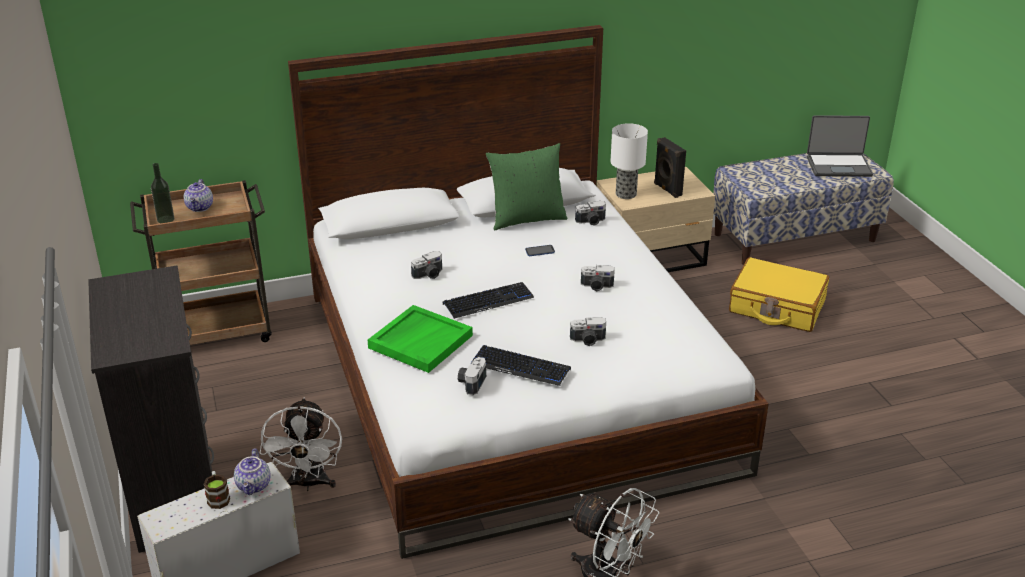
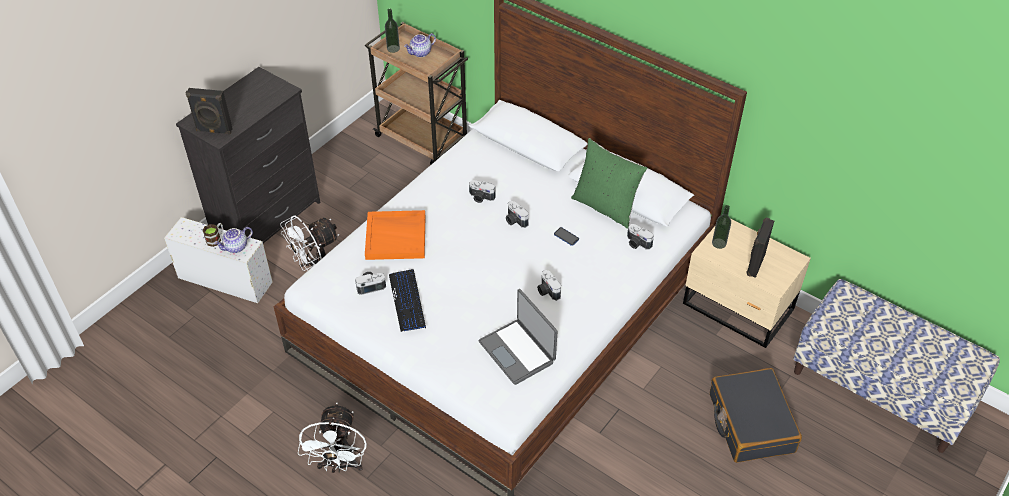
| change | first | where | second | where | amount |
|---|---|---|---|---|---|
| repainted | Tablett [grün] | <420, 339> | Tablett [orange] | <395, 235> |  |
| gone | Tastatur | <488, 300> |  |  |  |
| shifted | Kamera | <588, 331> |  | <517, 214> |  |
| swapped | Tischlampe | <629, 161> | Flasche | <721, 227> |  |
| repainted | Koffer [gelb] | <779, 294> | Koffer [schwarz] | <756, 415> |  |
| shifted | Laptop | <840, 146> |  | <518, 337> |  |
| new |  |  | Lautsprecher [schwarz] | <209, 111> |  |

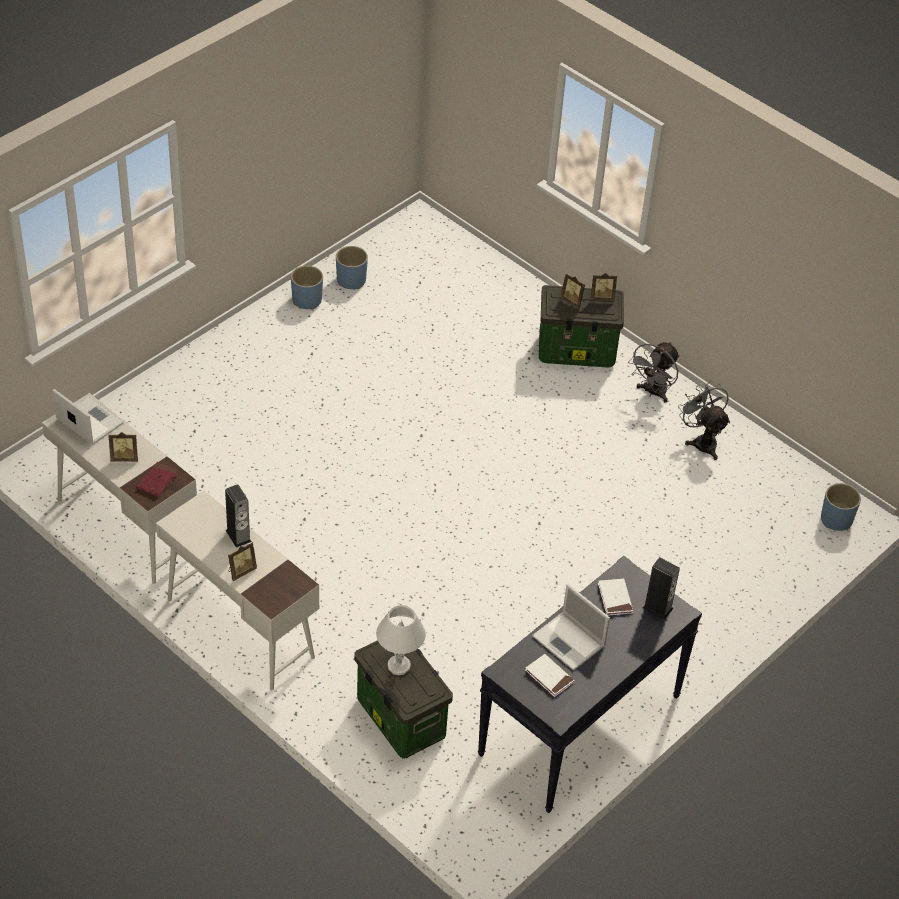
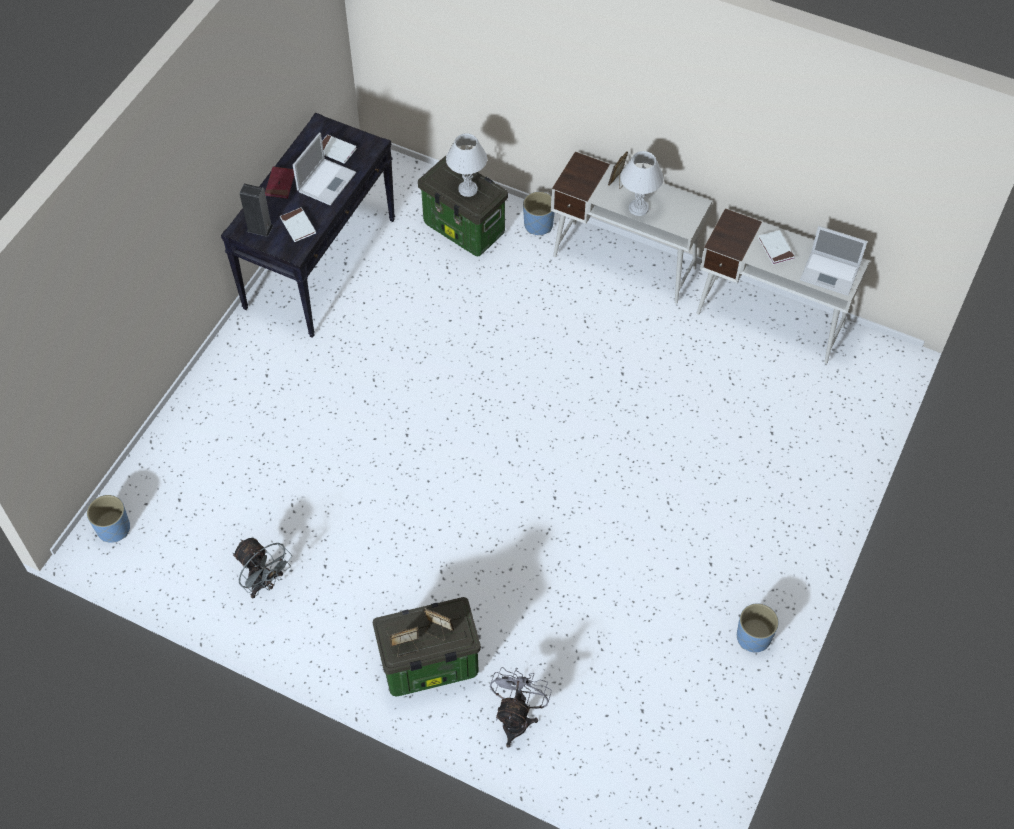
| change | first | where | second | where | amount |
|---|---|---|---|---|---|
| swapped | Bilderrahmen | <123, 447> | Buch [weiß] | <776, 247> |  |
| shifted | Buch [rot] | <157, 479> |  | <279, 182> |  |
| swapped | Lautsprecher | <238, 516> | Tischlampe [weiß] | <642, 183> |  |
| shifted | Pflanzkübel [blau] | <352, 267> |  | <539, 213> |  |
| rotated | Laptop | <571, 627> |  | <324, 169> | 90 degrees clockwise |
| shifted | Ventilator [grau] | <653, 372> |  | <521, 707> |  |

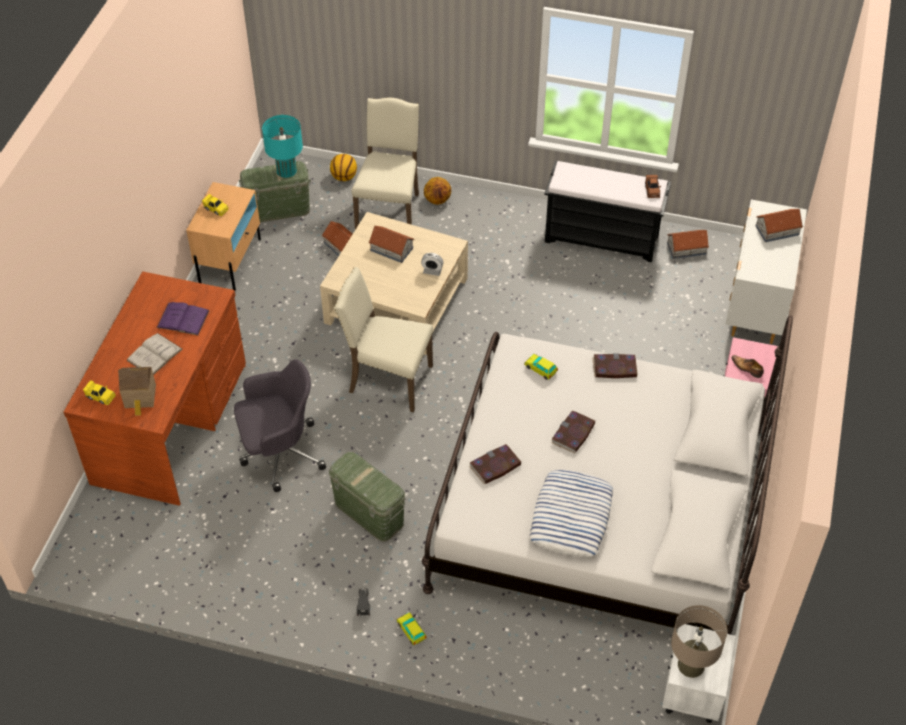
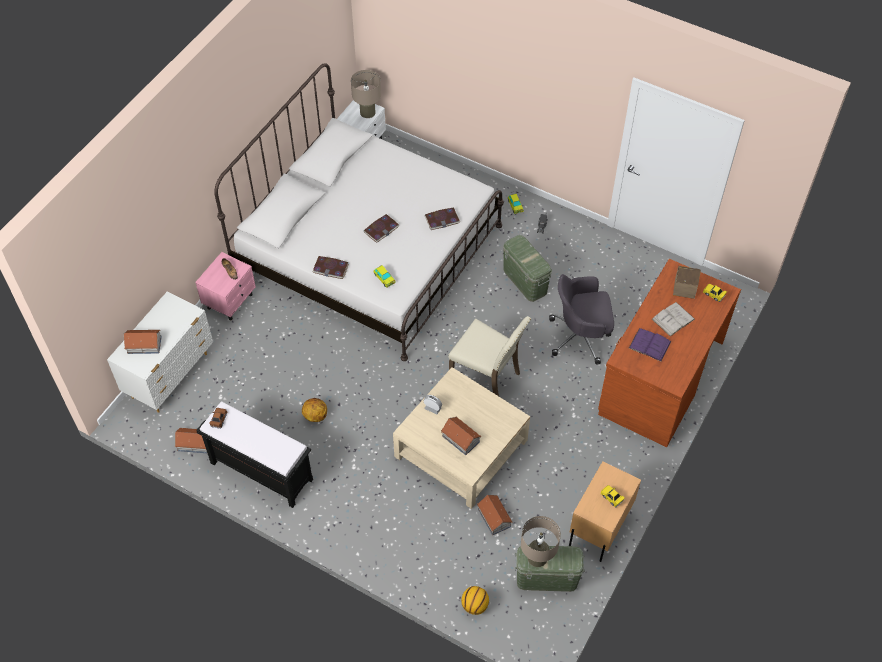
| change | first | where | second | where | amount |
|---|---|---|---|---|---|
| repainted | Tischlampe [türkis] | <282, 146> | Tischlampe [beige] | <541, 541> |  |
| gone | Stuhl [beige] | <385, 163> |  |  |  |
| shifted | Basketball | <437, 191> |  | <314, 410> |  |
| gone | Kissen | <571, 513> |  |  |  |

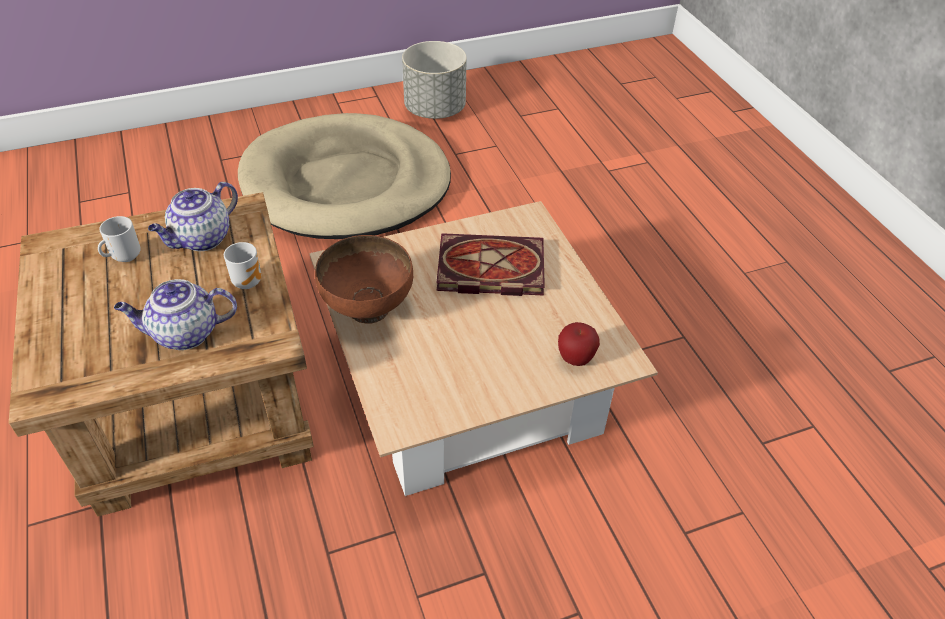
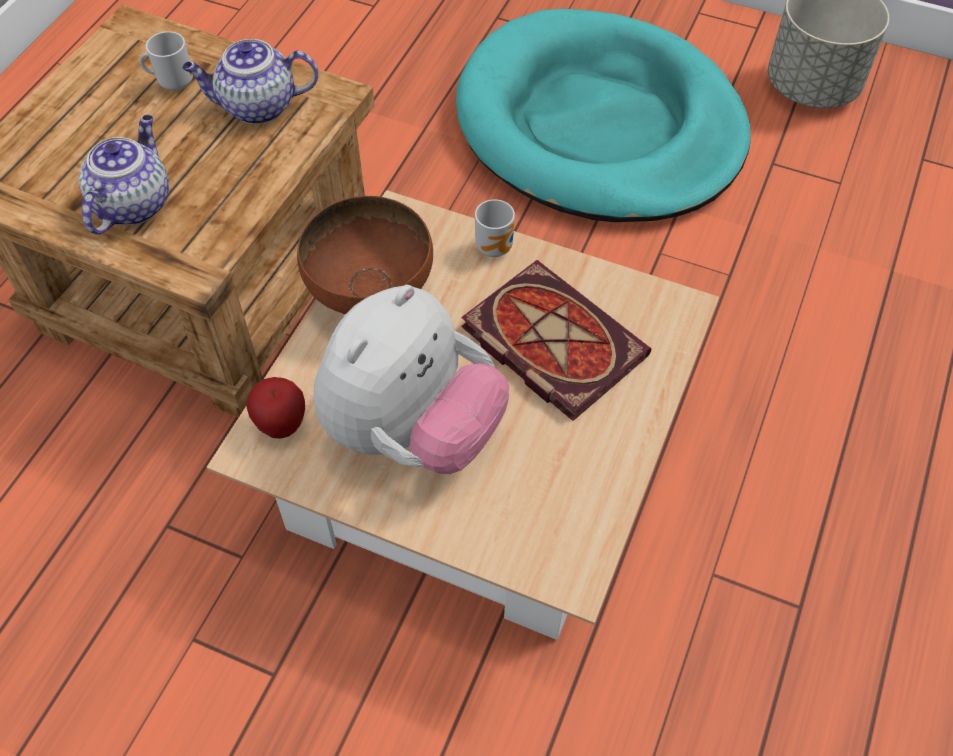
| change | first | where | second | where | amount |
|---|---|---|---|---|---|
| rotated | Teekanne | <175, 314> |  | <124, 174> | 75 degrees clockwise |
| shifted | Henkelbecher | <242, 265> |  | <495, 228> |  |
| repainted | Hundebett [beige] | <344, 176> | Hundebett [türkis] | <603, 115> |  |
| shifted | Apfel | <579, 344> |  | <275, 408> |  |
| new |  |  | Plüschtier | <411, 379> |  |

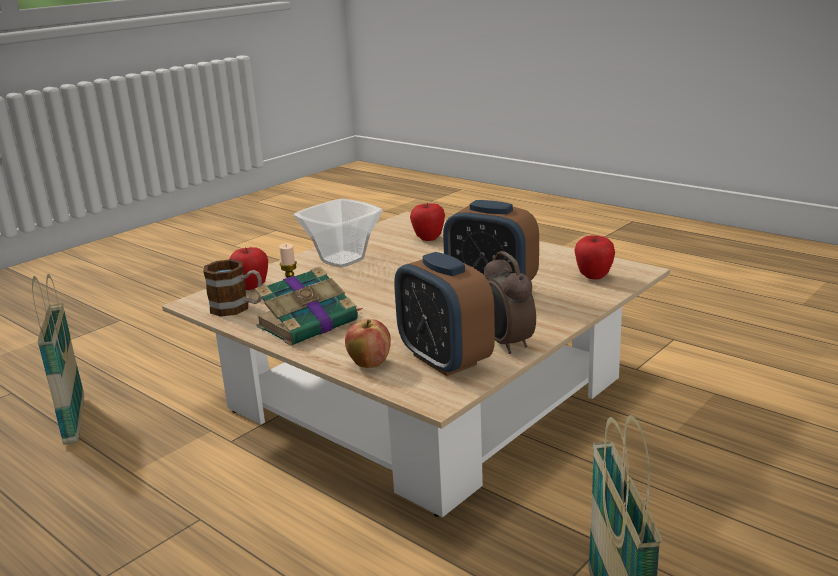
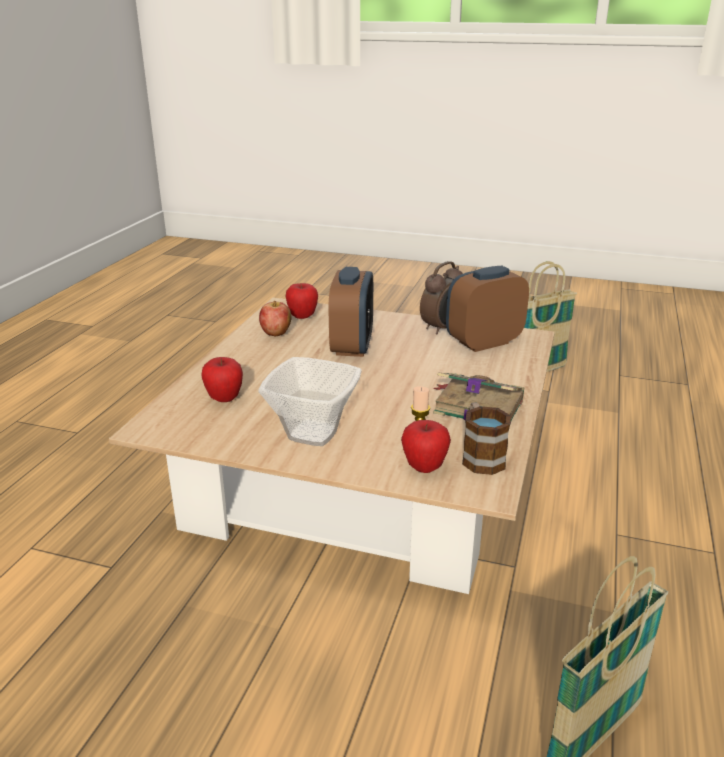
| change | first | where | second | where | amount |
|---|---|---|---|---|---|
| shifted | Apfel | <368, 343> |  | <275, 318> |  |
| rotated | Wecker | <444, 314> |  | <487, 309> | 150 degrees counterclockwise |

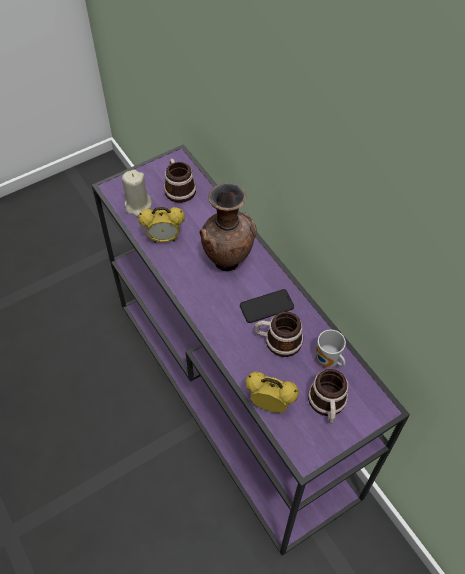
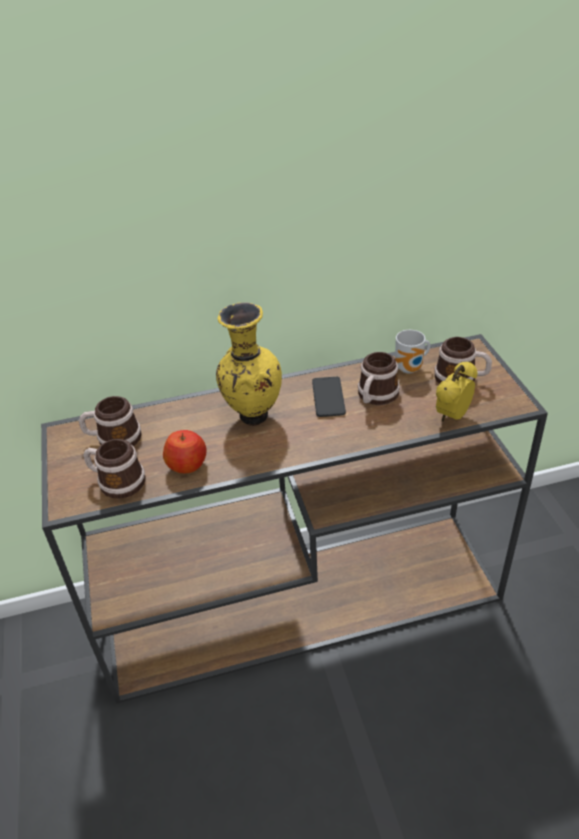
| change | first | where | second | where | amount |
|---|---|---|---|---|---|
| repainted | Konsolentisch [lila] | <251, 350> | Konsolentisch [braun] | <294, 519> |  |
| swapped | Kerze [beige] | <137, 193> | Henkelbecher | <114, 469> |  |
| swapped | Wecker | <161, 225> | Apfel | <184, 451> |  |
| repainted | Vase [braun] | <228, 227> | Vase [gelb] | <249, 364> |  |

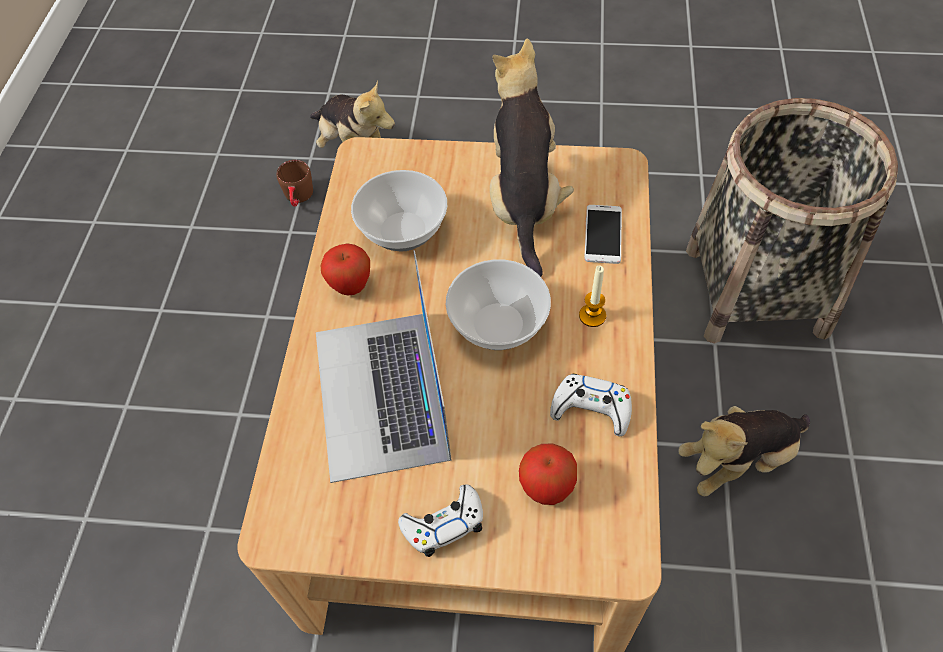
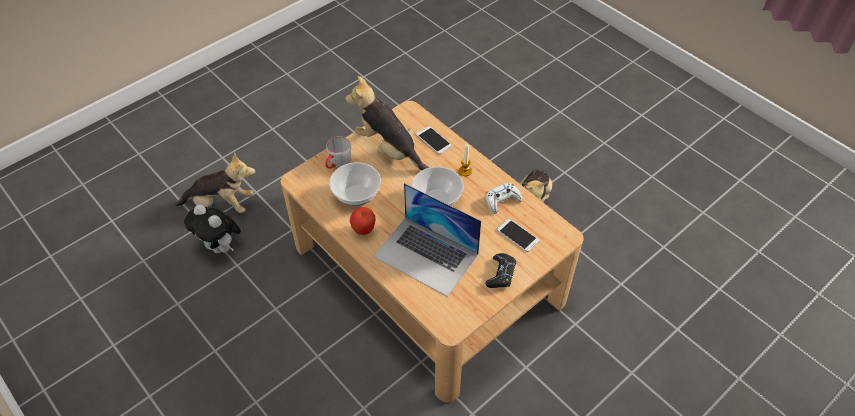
| change | first | where | second | where | amount |
|---|---|---|---|---|---|
| swapped | Henkelbecher [braun] | <295, 183> | Plüschtier | <212, 228> |  |
| repainted | Gamepad [weiß] | <440, 520> | Gamepad [schwarz] | <501, 270> |  |
| swapped | Apfel | <548, 474> | Handy | <518, 235> |  |
| gone | Korb | <792, 220> |  |  |  |
| new |  |  | Henkelbecher [grau] | <338, 152> |  |

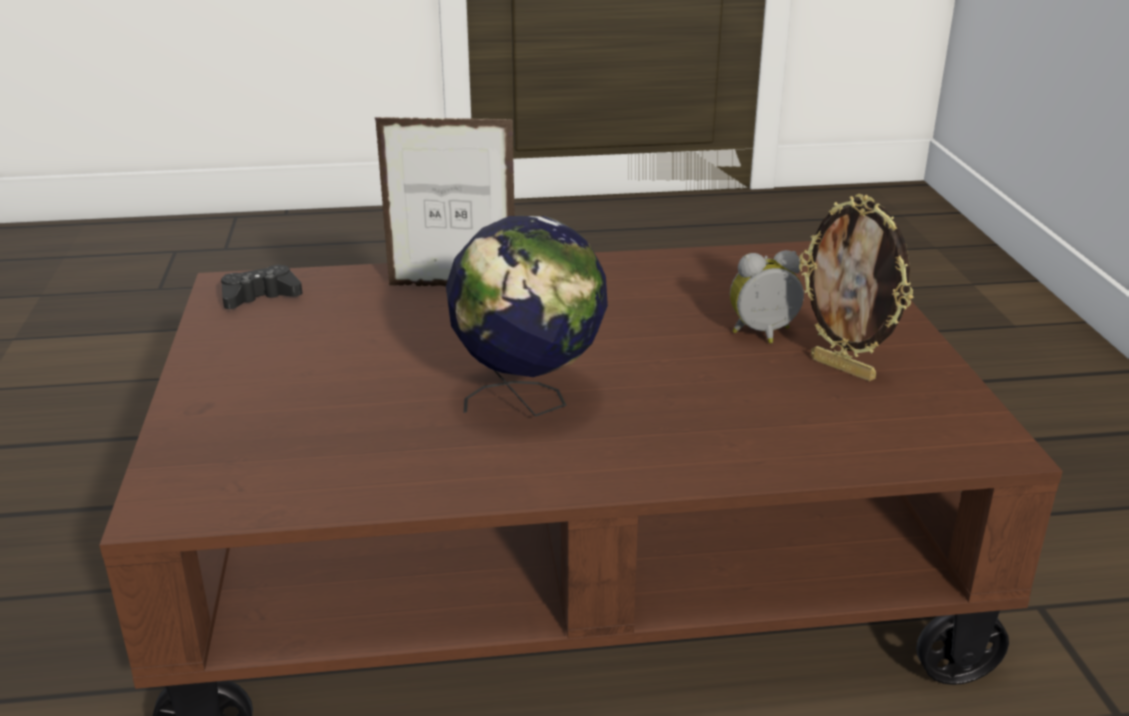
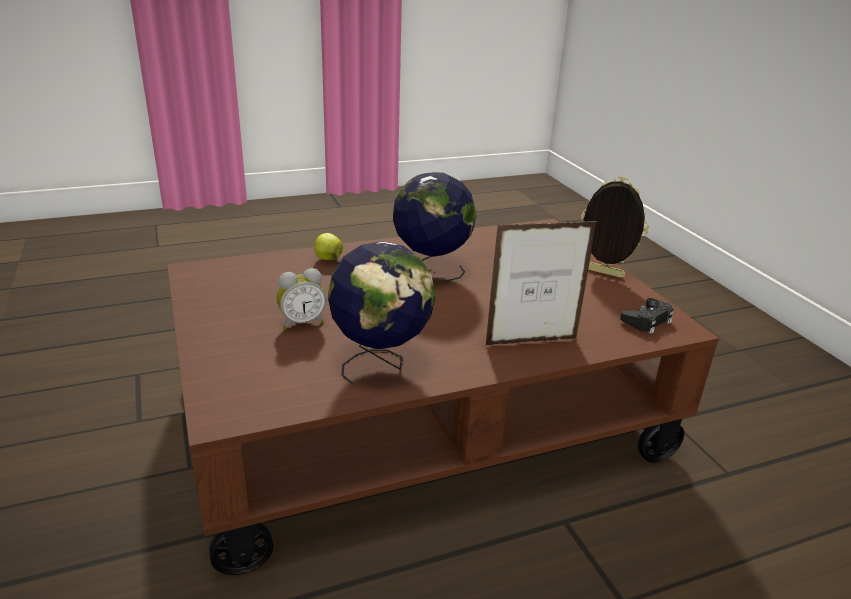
| change | first | where | second | where | amount |
|---|---|---|---|---|---|
| shifted | Bilderrahmen | <856, 287> |  | <615, 227> |  |
| new |  |  | Apfel | <328, 246> |  |
| new |  |  | Globus | <382, 312> |  |

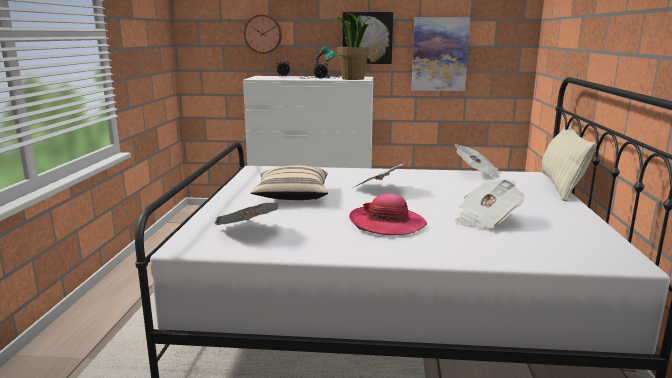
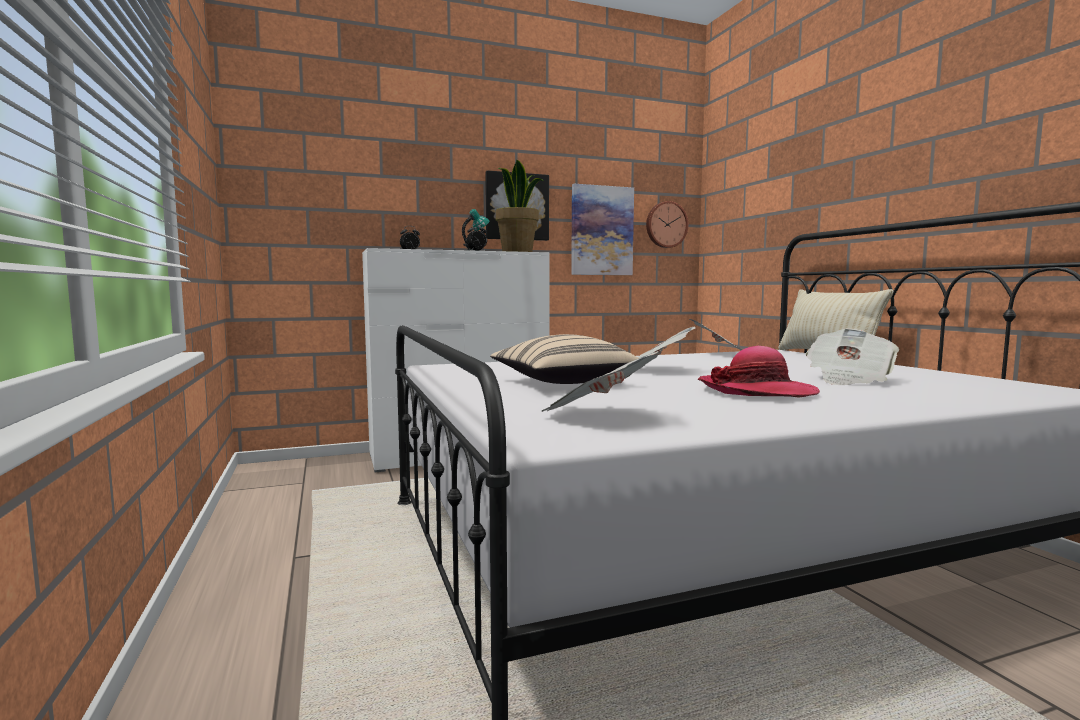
| change | first | where | second | where | amount |
|---|---|---|---|---|---|
| shifted | Wanduhr | <263, 34> |  | <667, 224> |  |

